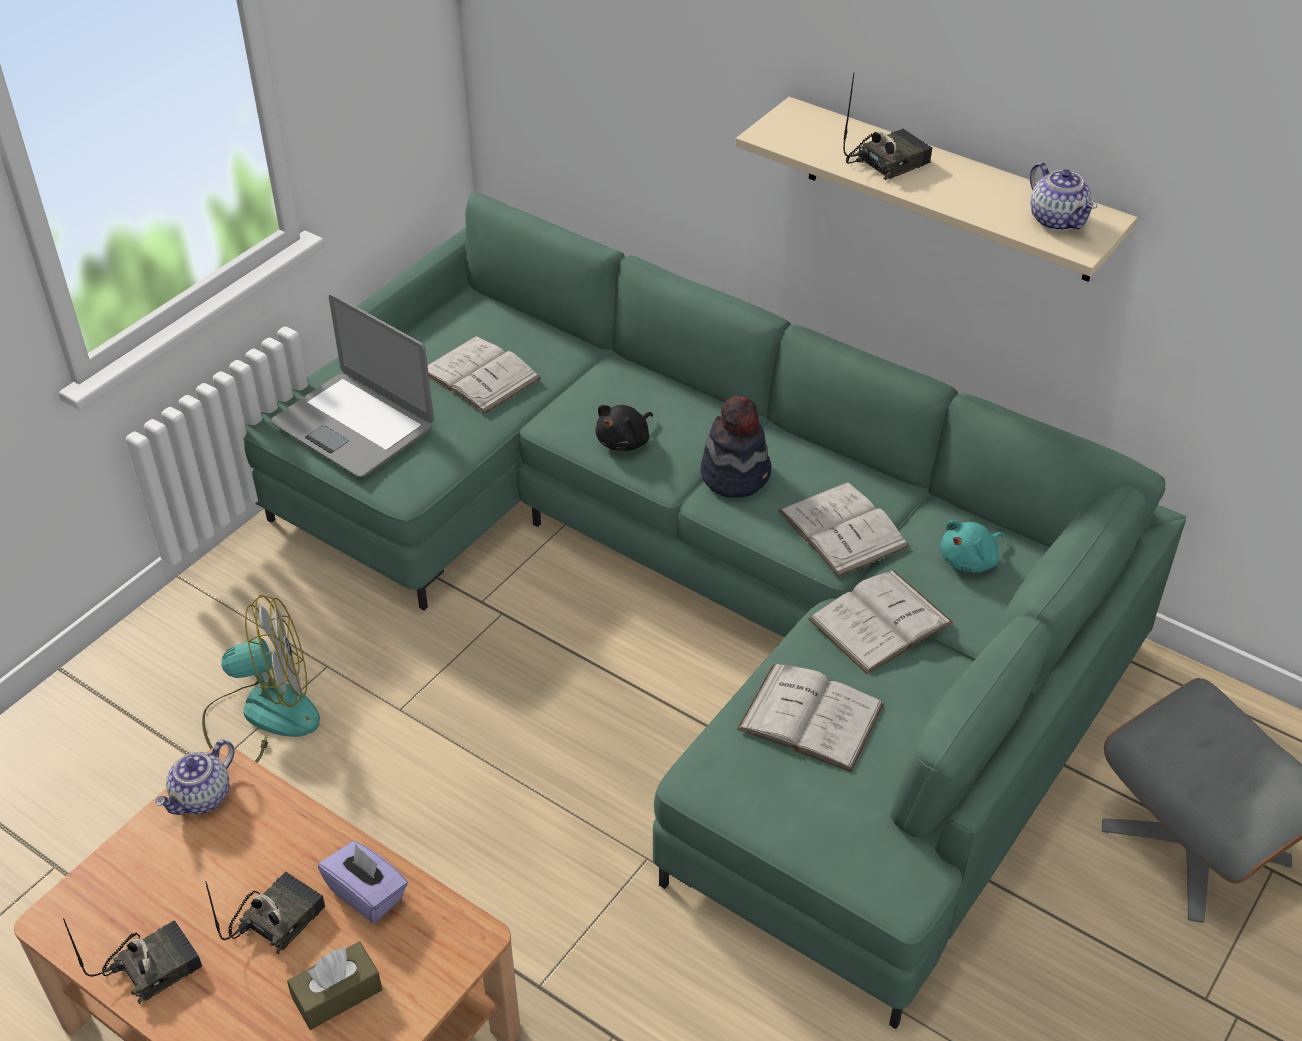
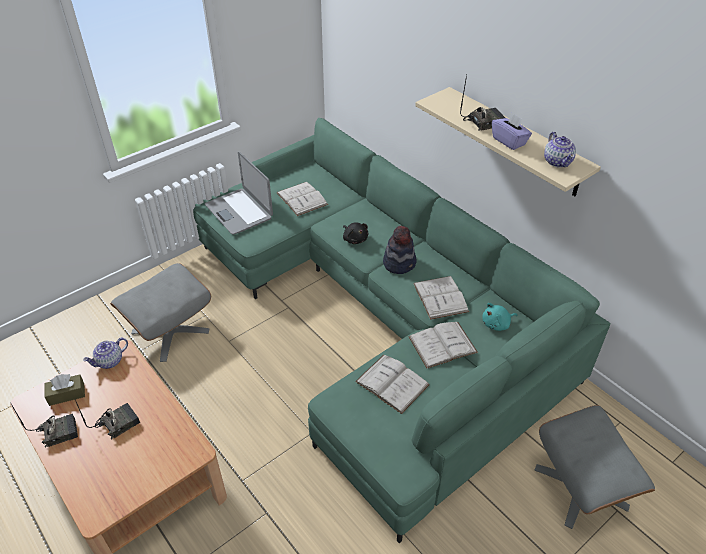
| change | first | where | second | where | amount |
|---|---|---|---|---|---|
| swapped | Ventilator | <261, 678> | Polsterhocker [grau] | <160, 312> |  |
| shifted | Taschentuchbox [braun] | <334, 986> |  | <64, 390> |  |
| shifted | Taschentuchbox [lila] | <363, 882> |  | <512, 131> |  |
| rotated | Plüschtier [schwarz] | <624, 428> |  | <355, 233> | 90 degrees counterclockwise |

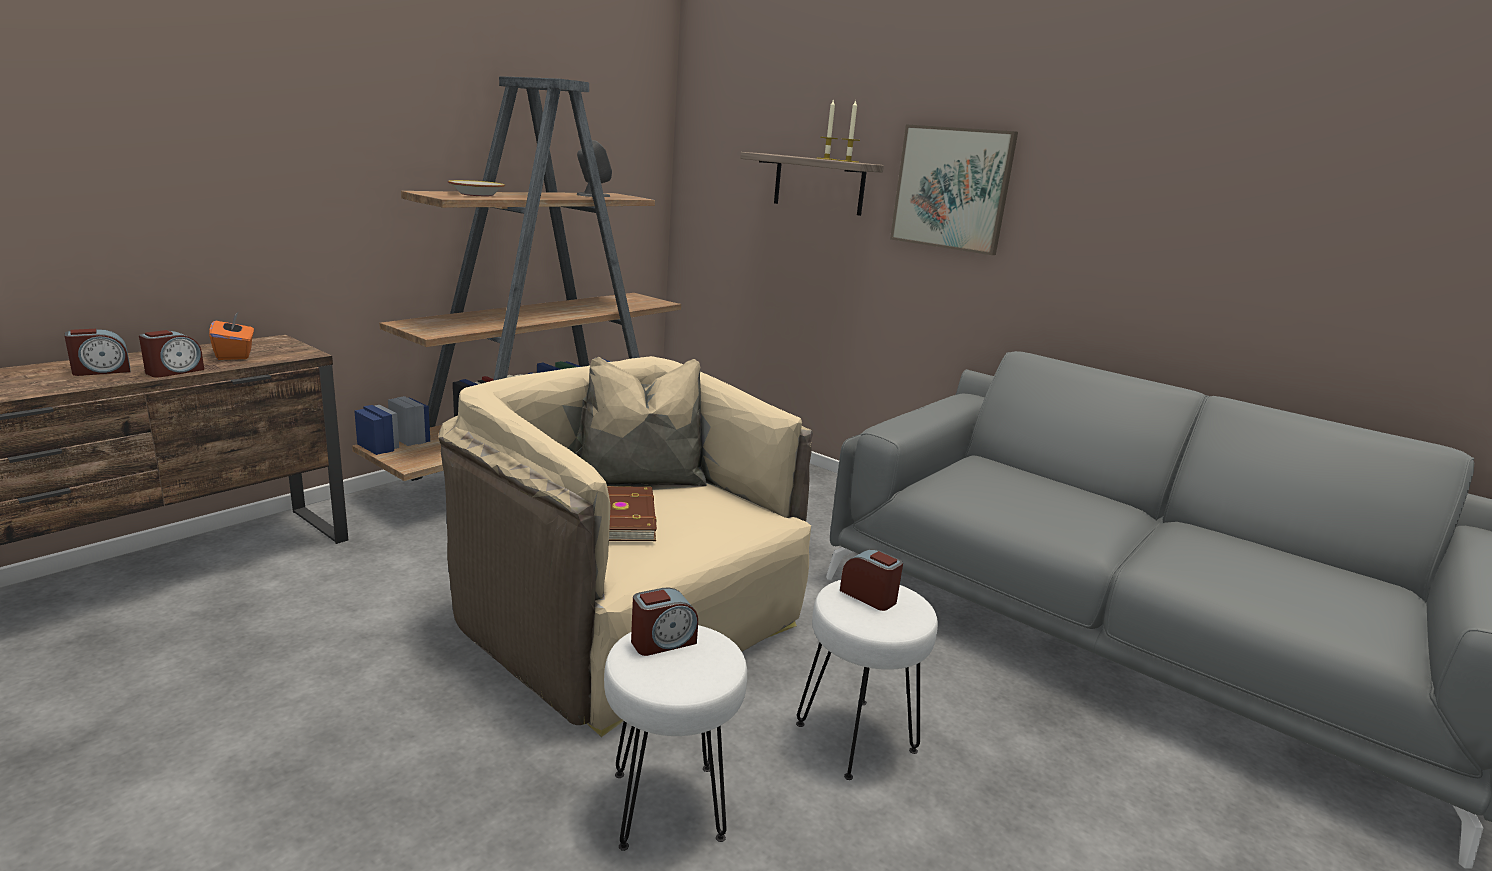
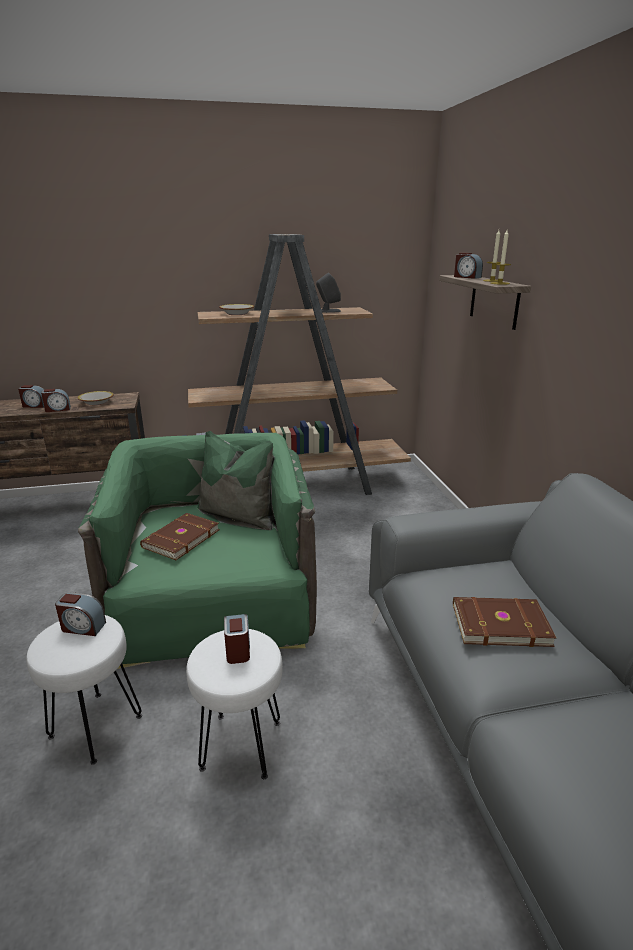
| change | first | where | second | where | amount |
|---|---|---|---|---|---|
| swapped | Taschentuchbox [orange] | <231, 335> | Schüssel | <95, 398> |  |
| repainted | Sessel [beige] | <625, 546> | Sessel [grün] | <197, 550> |  |
| gone | Bild | <954, 189> |  |  |  |
| new |  |  | Buch [braun] | <504, 622> |  |
| new |  |  | Wecker | <468, 266> |  |

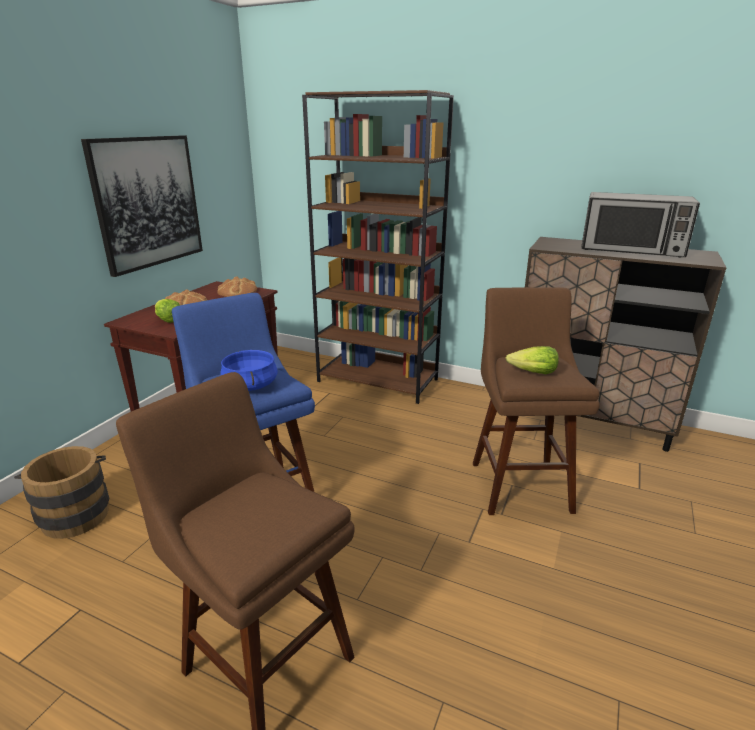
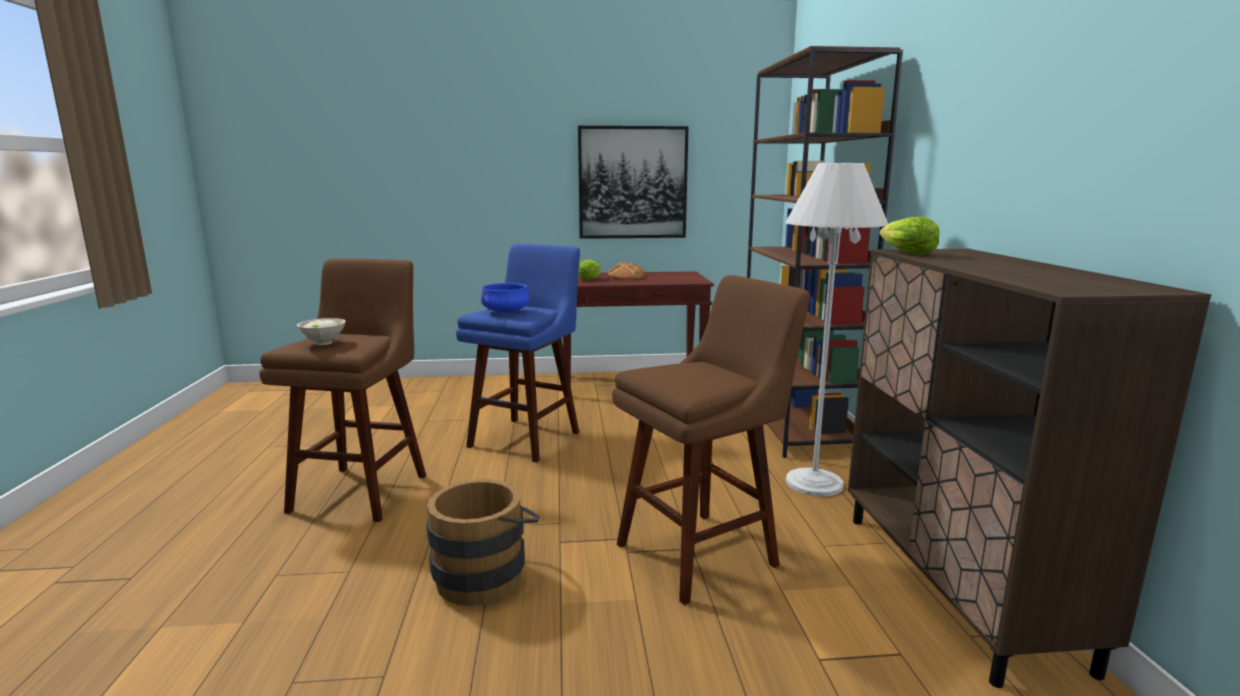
| change | first | where | second | where | amount |
|---|---|---|---|---|---|
| shifted | Eimer [braun] | <61, 492> |  | <483, 542> |  |
| gone | Brot | <237, 286> |  |  |  |
| shifted | Salatkopf | <532, 360> |  | <910, 236> |  |
| gone | Mikrowelle | <640, 225> |  |  |  |
| new |  |  | Schüssel [weiß] | <321, 331> |  |
| new |  |  | Stehlampe [weiß] | <836, 330> |  |

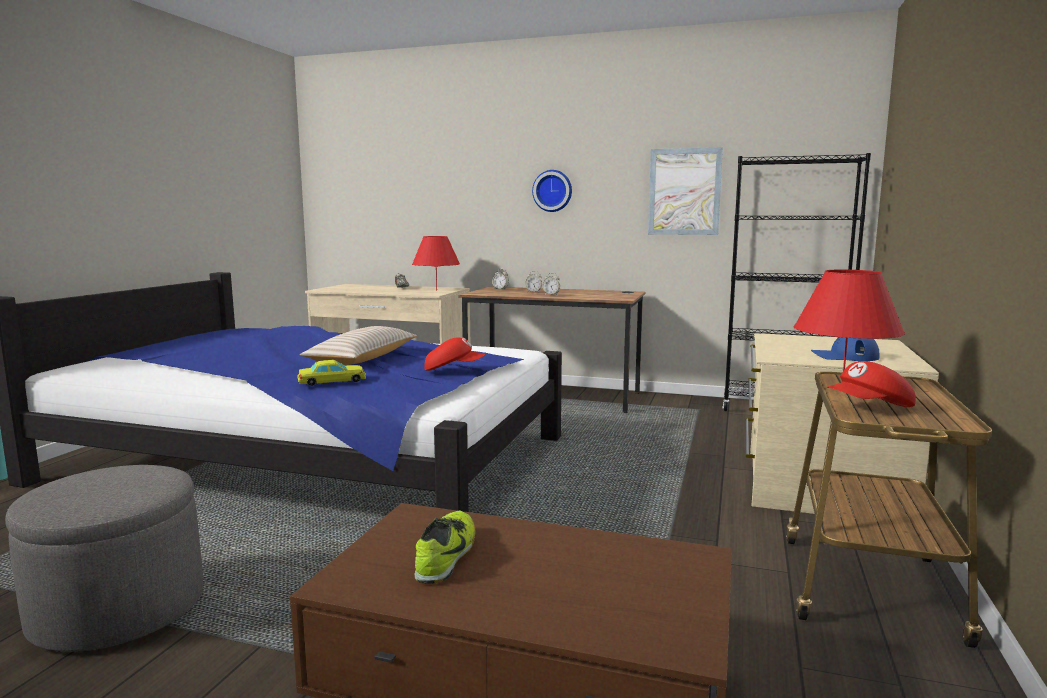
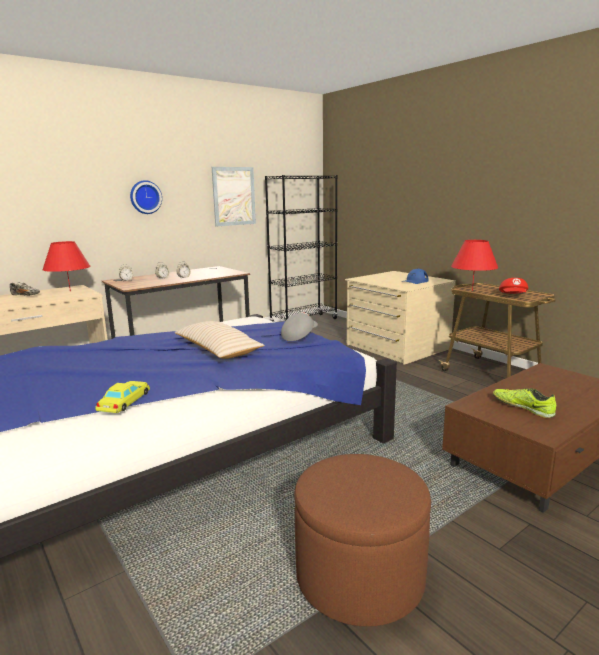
| change | first | where | second | where | amount |
|---|---|---|---|---|---|
| repainted | Polsterhocker [grau] | <104, 558> | Polsterhocker [braun] | <362, 540> |  |
| shifted | Spielzeugauto [gelb] | <331, 373> |  | <122, 397> |  |
| repainted | Kappe [rot] | <454, 354> | Kappe [grau] | <299, 326> |  |

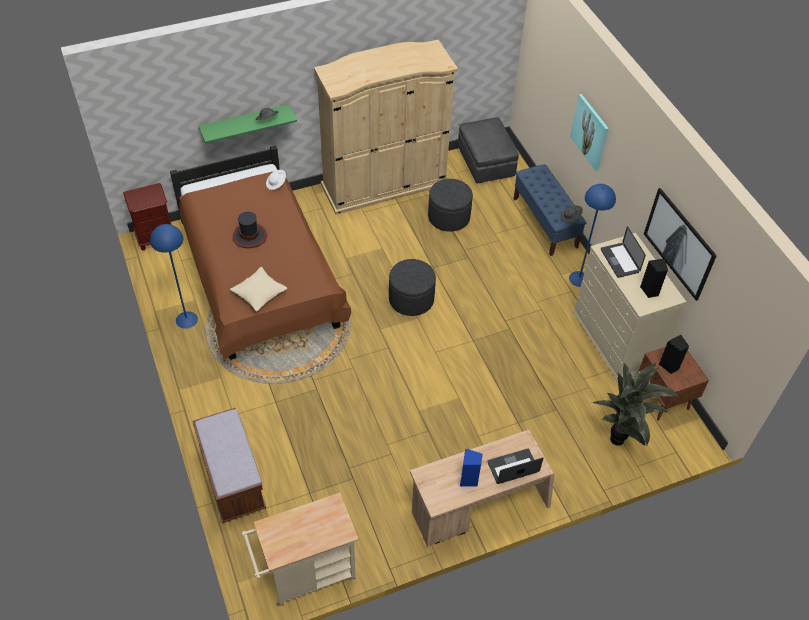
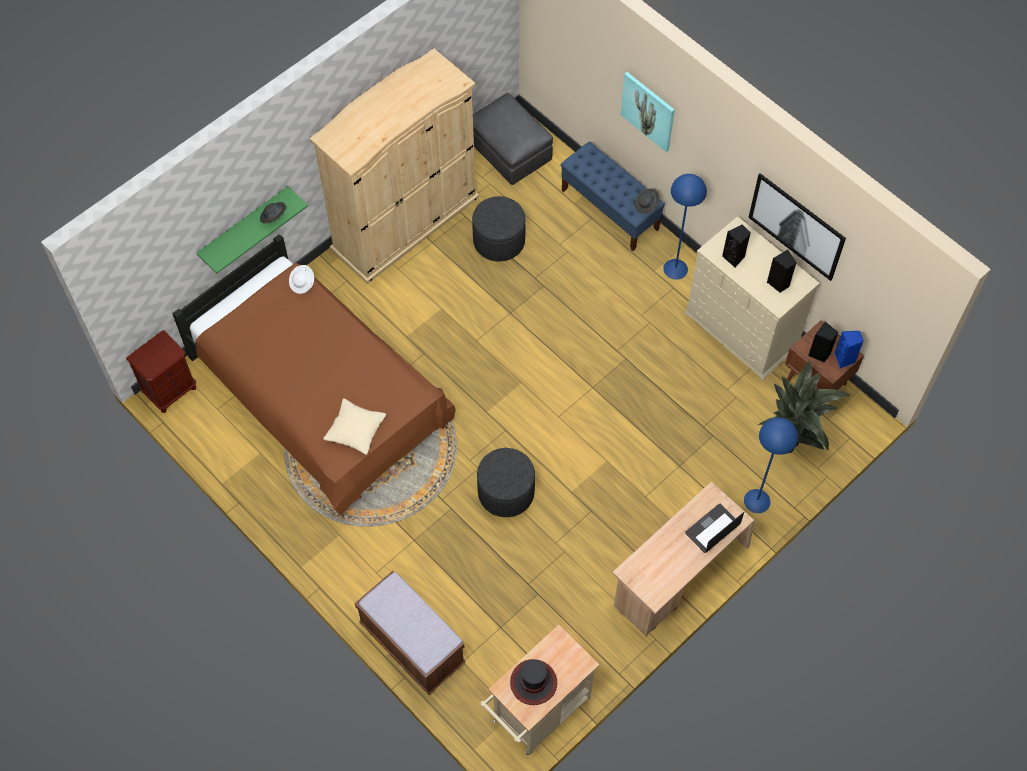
| change | first | where | second | where | amount |
|---|---|---|---|---|---|
| shifted | Stehlampe [blau] | <174, 276> |  | <771, 465> |  |
| shifted | Hut | <249, 230> |  | <533, 682> |  |
| shifted | Polsterhocker [grau] | <412, 287> |  | <506, 482> |  |
| shifted | Lautsprecher [blau] | <471, 467> |  | <849, 350> |  |
| swapped | Laptop | <623, 252> | Lautsprecher [schwarz] | <736, 246> |  |

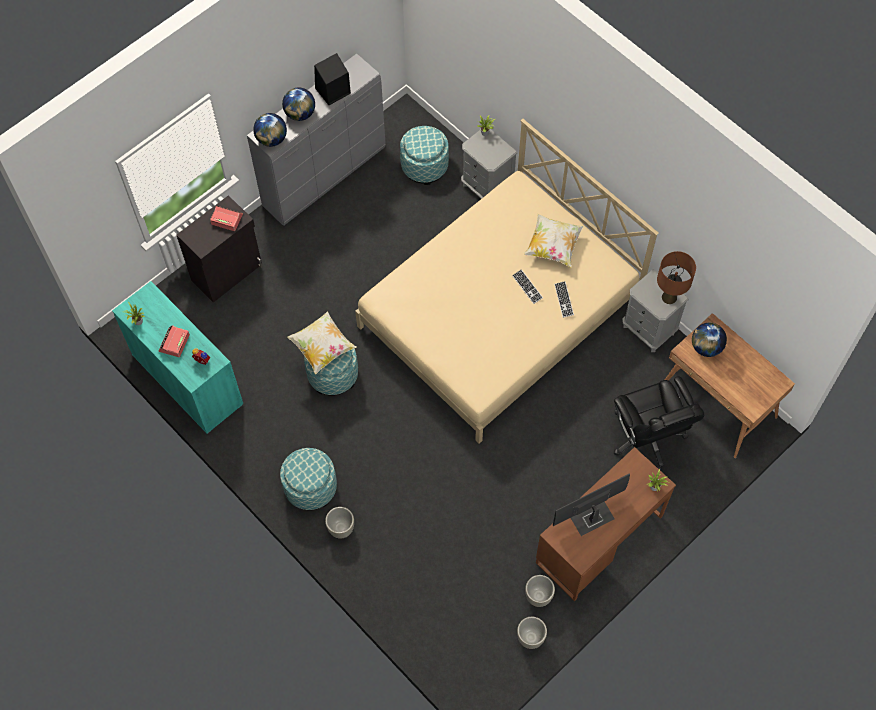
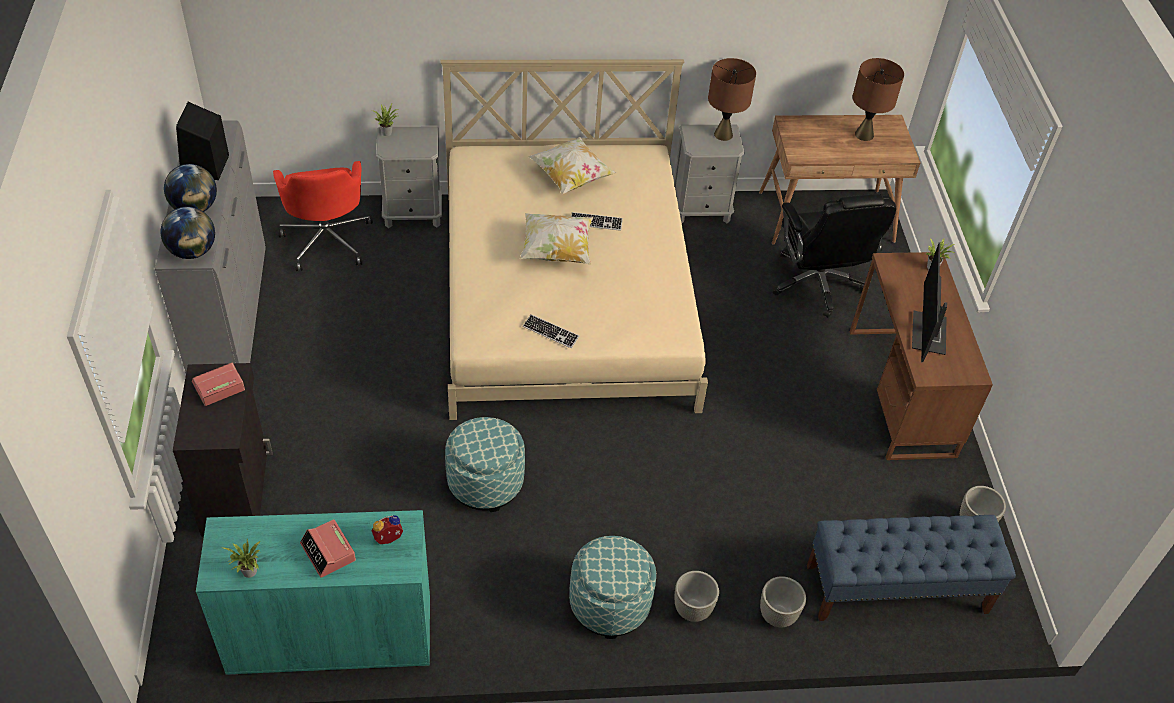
| change | first | where | second | where | amount |
|---|---|---|---|---|---|
| shifted | Kissen | <322, 342> |  | <556, 238> |  |
| swapped | Polsterhocker | <424, 155> | Bürostuhl [rot] | <323, 216> |  |
| shifted | Pflanzkübel [grau] | <540, 591> |  | <783, 601> |  |
| shifted | Tastatur | <564, 299> |  | <551, 331> |  |
| rotated | Bürostuhl [schwarz] | <659, 423> |  | <834, 256> | 60 degrees clockwise |
| gone | Globus | <709, 340> |  |  |  |
| new |  |  | Bank [blau] | <911, 568> |  |
| new |  |  | Tischlampe [braun] | <878, 99> |  |

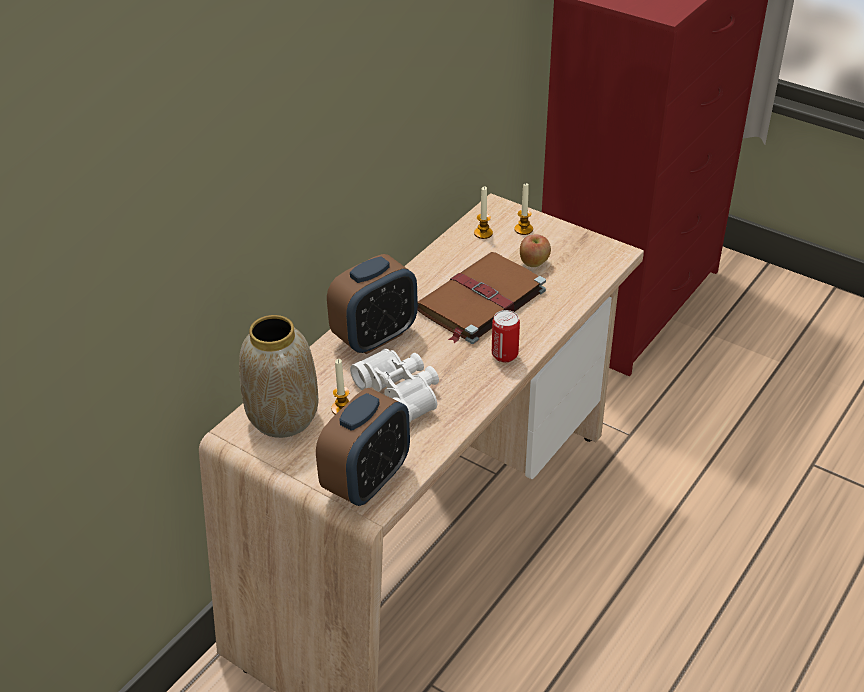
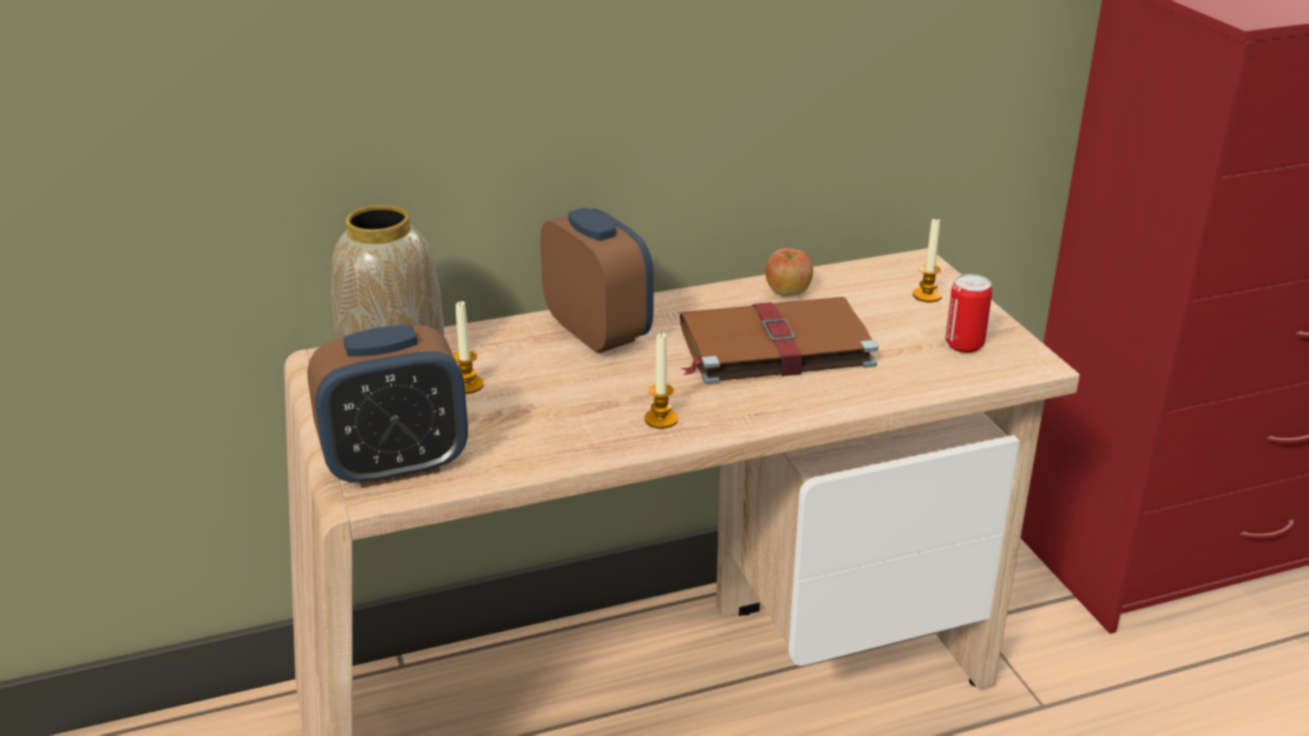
| change | first | where | second | where | amount |
|---|---|---|---|---|---|
| rotated | Wecker | <372, 304> |  | <596, 281> | 120 degrees counterclockwise |
| gone | Fernglas [weiß] | <394, 386> |  |  |  |
| shifted | Kerze | <483, 213> |  | <661, 380> |  |
| shifted | Dose | <506, 336> |  | <968, 313> |  |
| shifted | Apfel | <535, 250> |  | <789, 272> |  |

